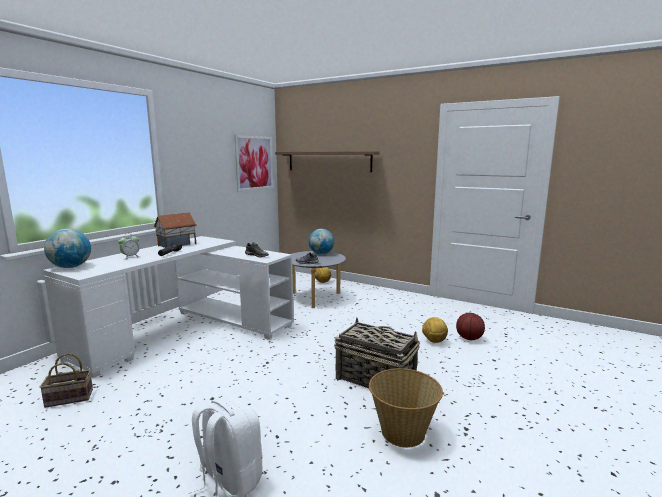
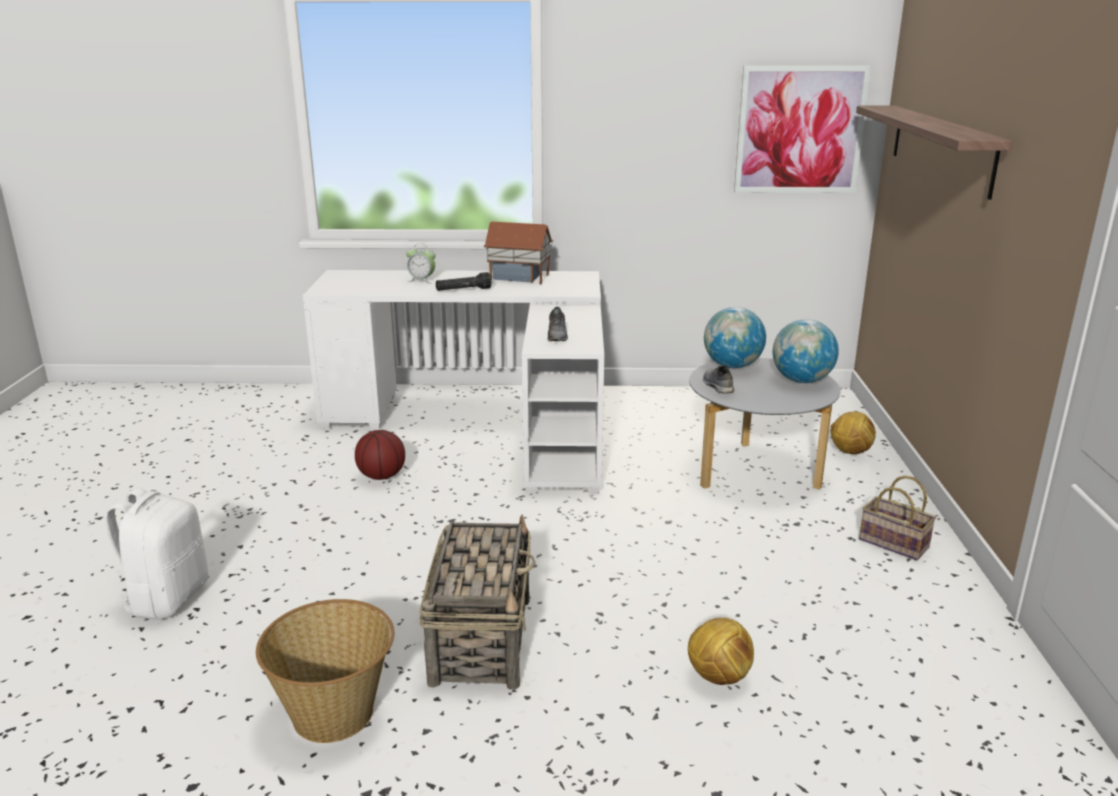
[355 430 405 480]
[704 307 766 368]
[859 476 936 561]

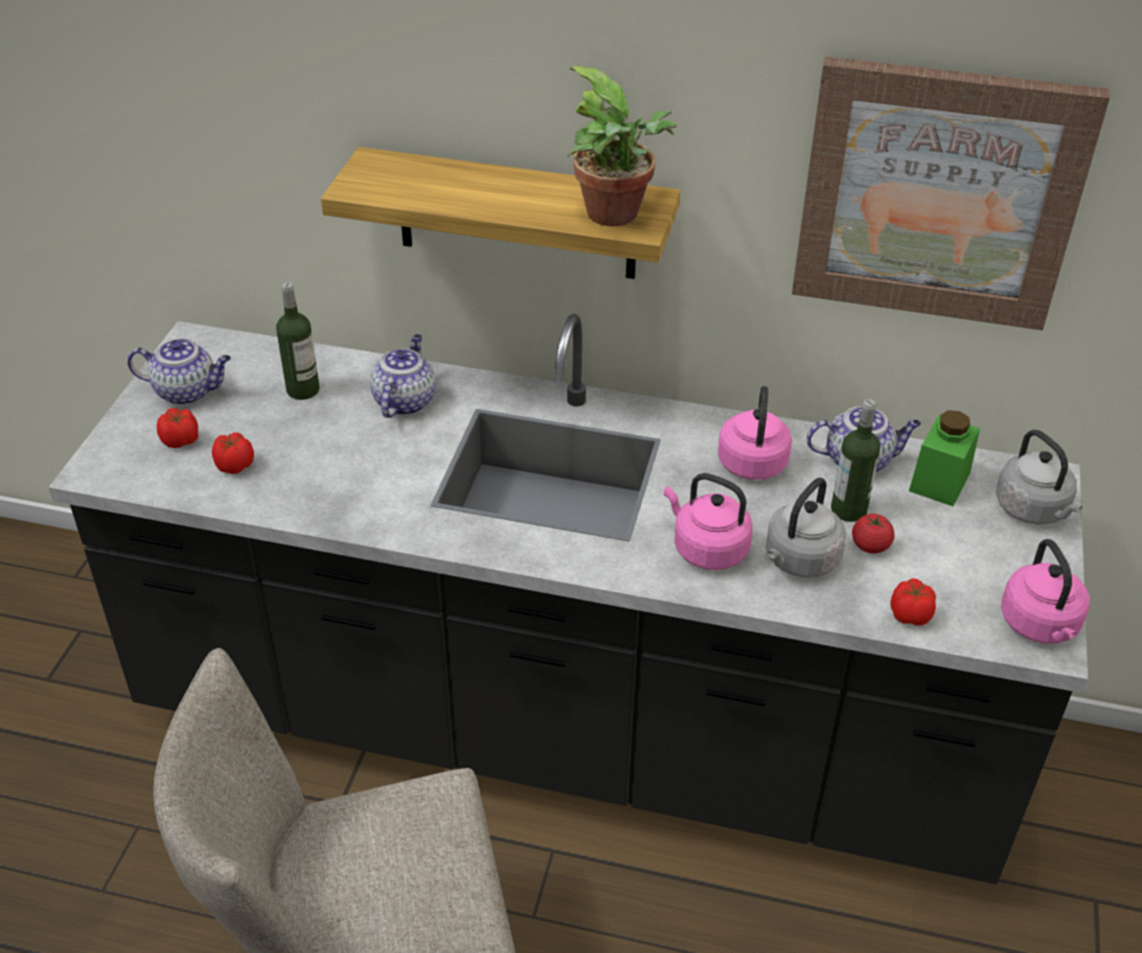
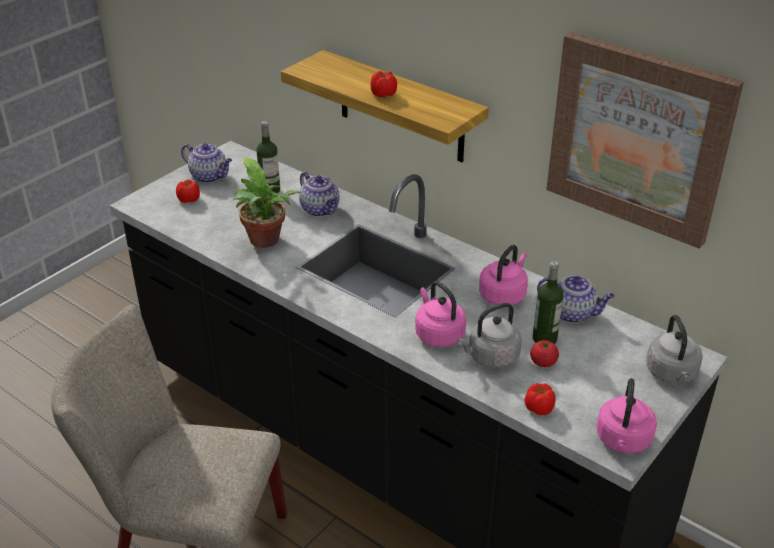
[233 157 301 248]
[299 172 340 217]
[371 71 397 97]
[909 410 980 506] (first image)

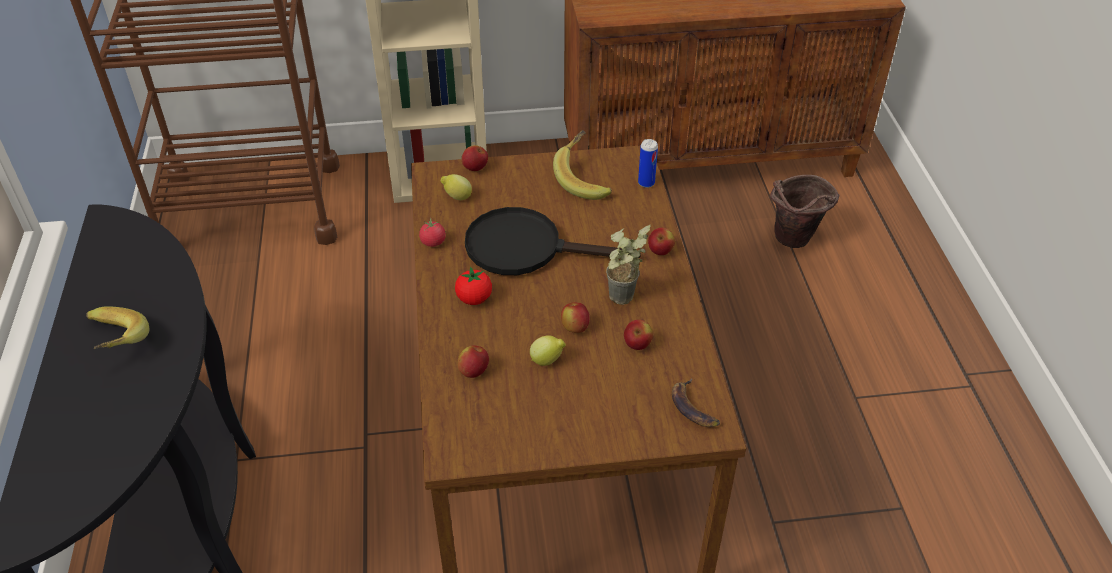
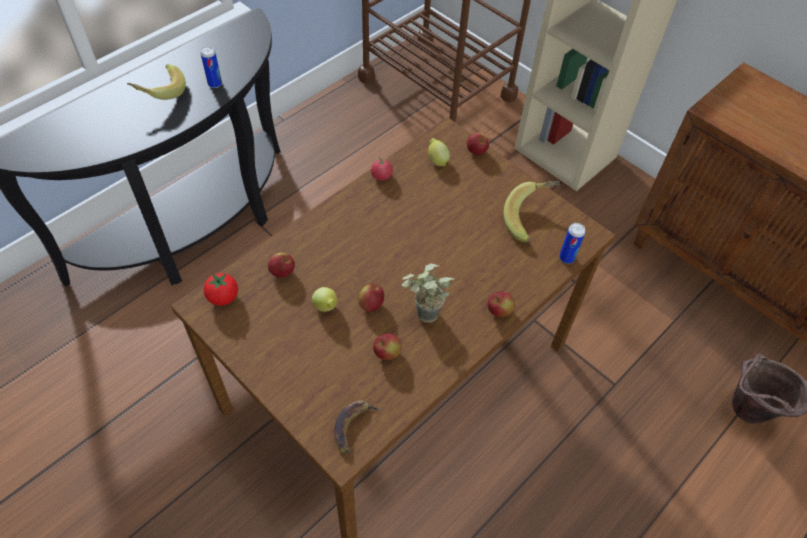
[201 47 222 88]
[204 273 238 306]
[465 207 641 275] (first image)

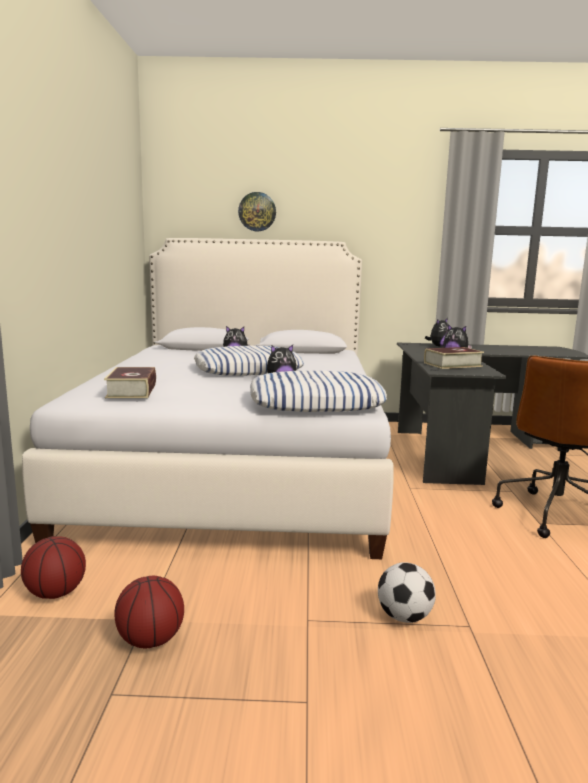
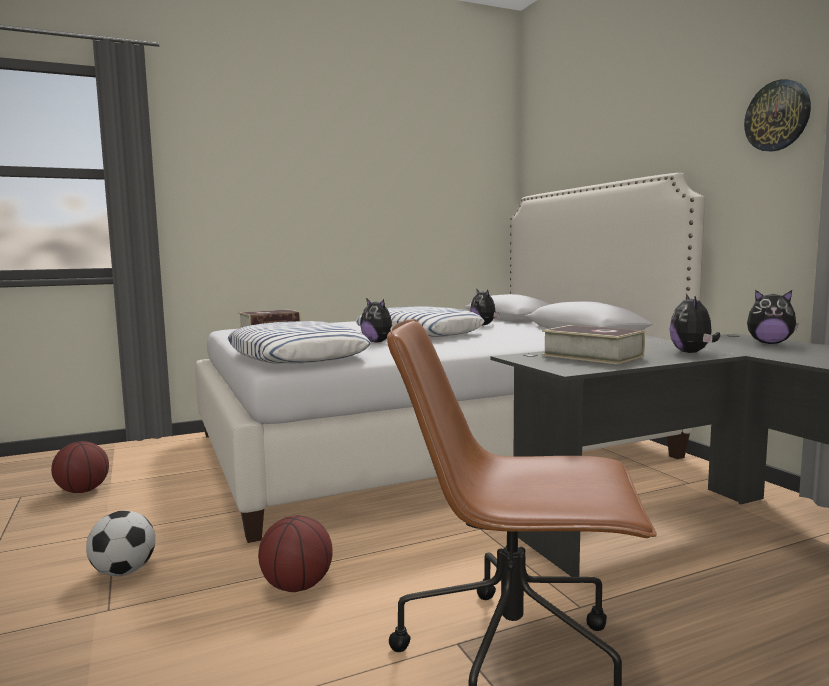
[258 515 333 592]
[744 79 811 152]

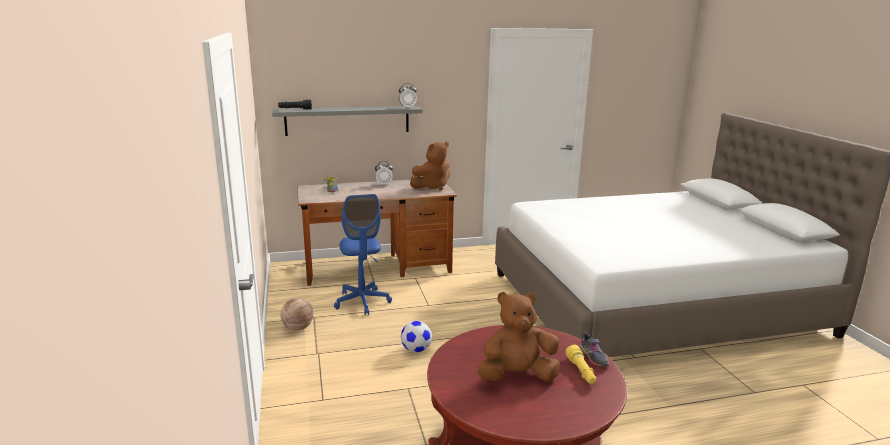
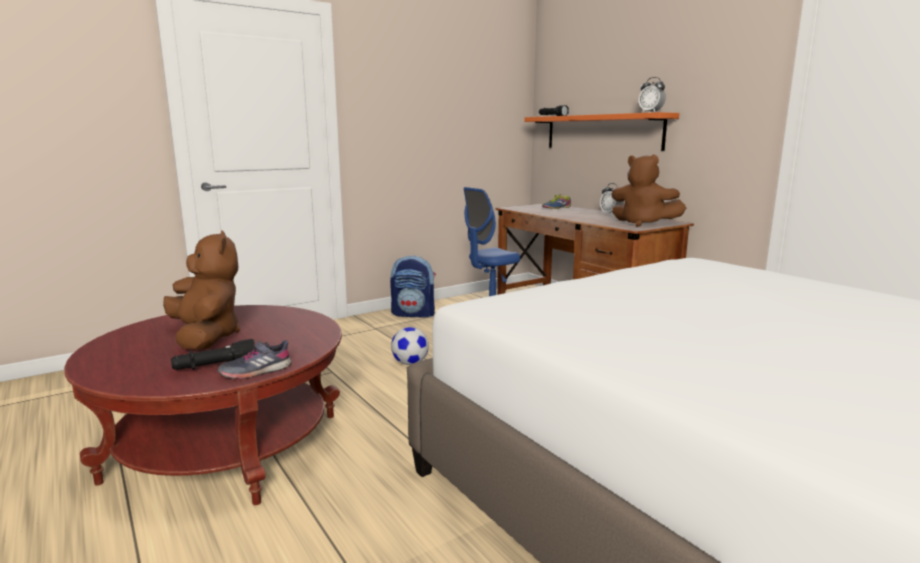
[171 339 255 370]
[390 256 436 318]
[524 112 679 151]

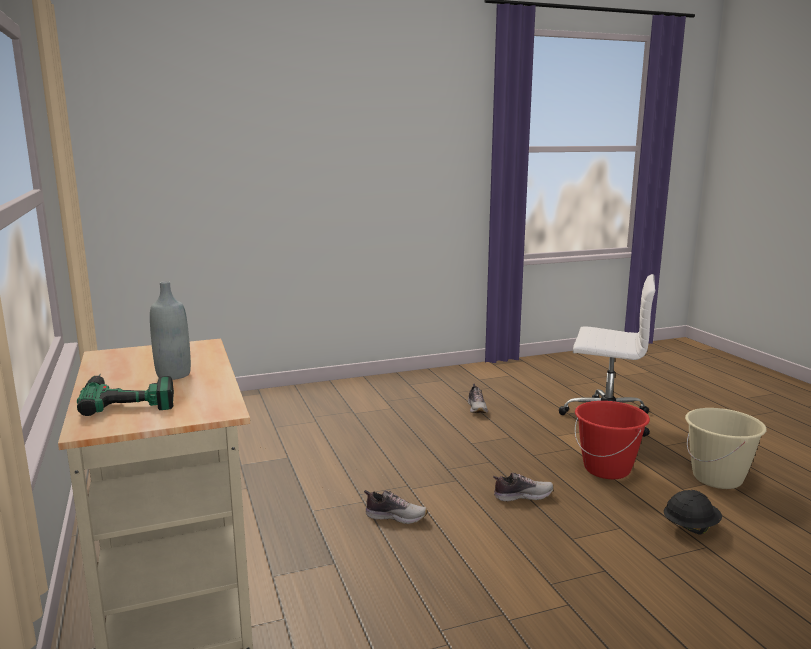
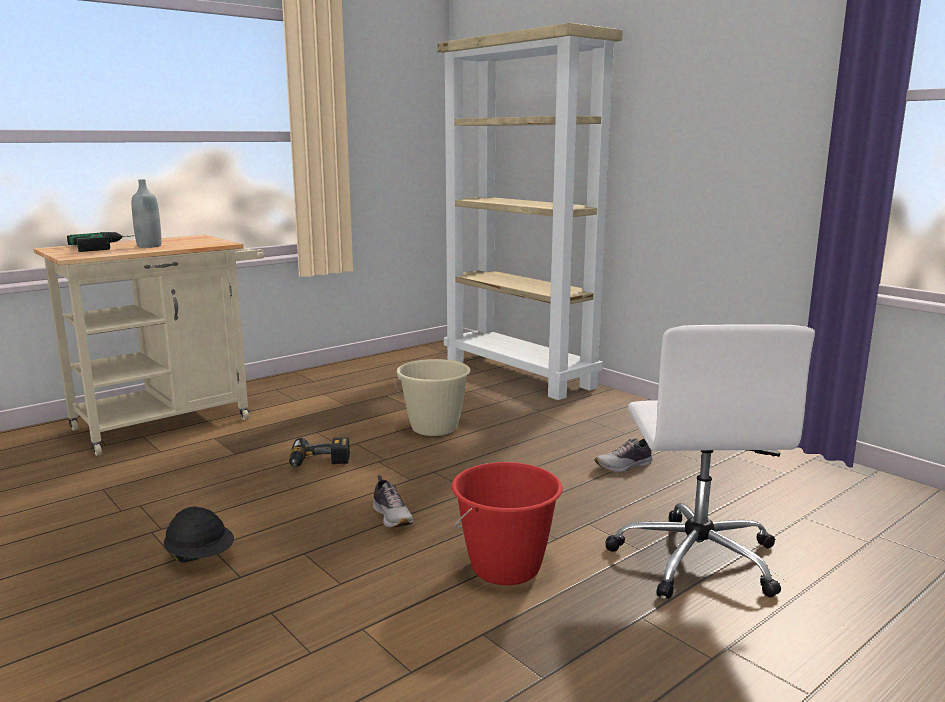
[164 506 234 563]
[289 437 350 467]
[395 359 471 436]
[437 23 623 400]

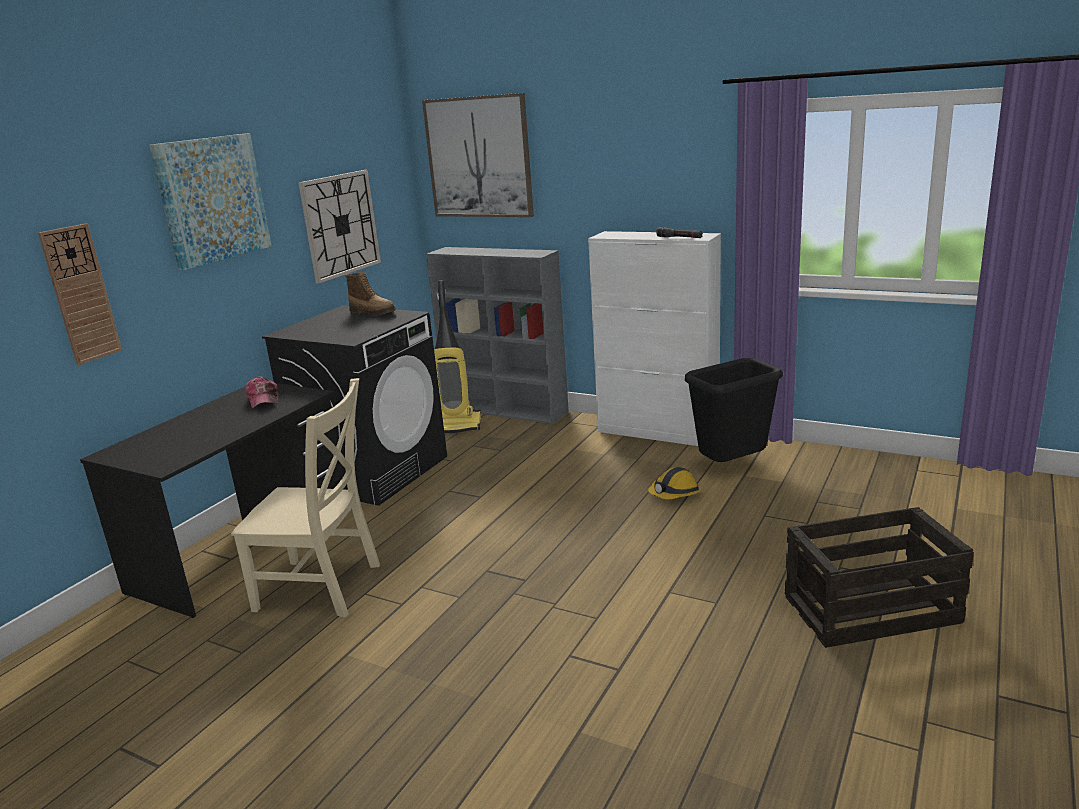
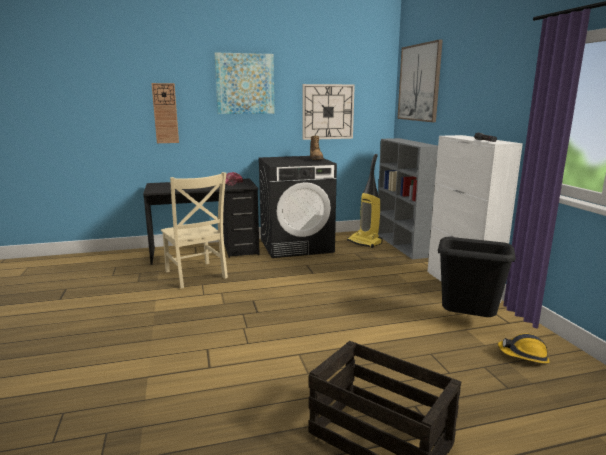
[498 333 550 364]

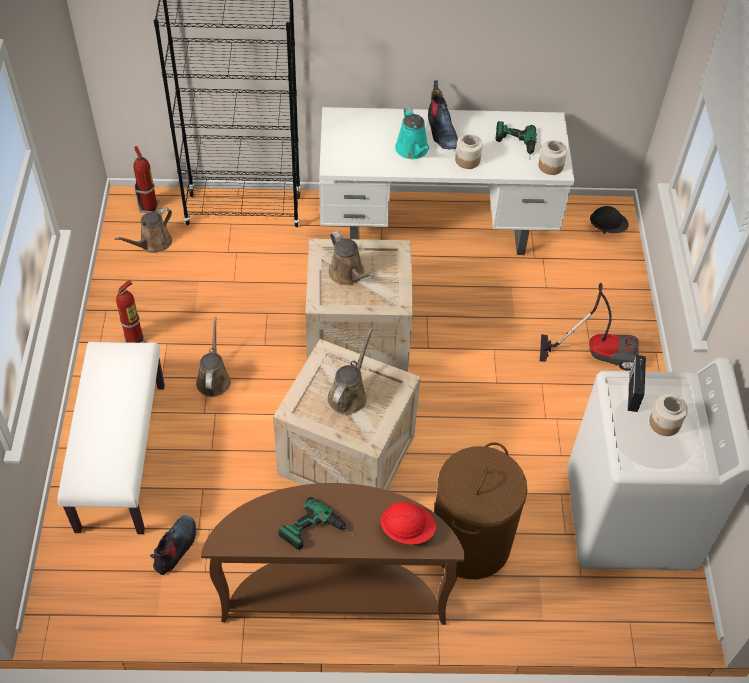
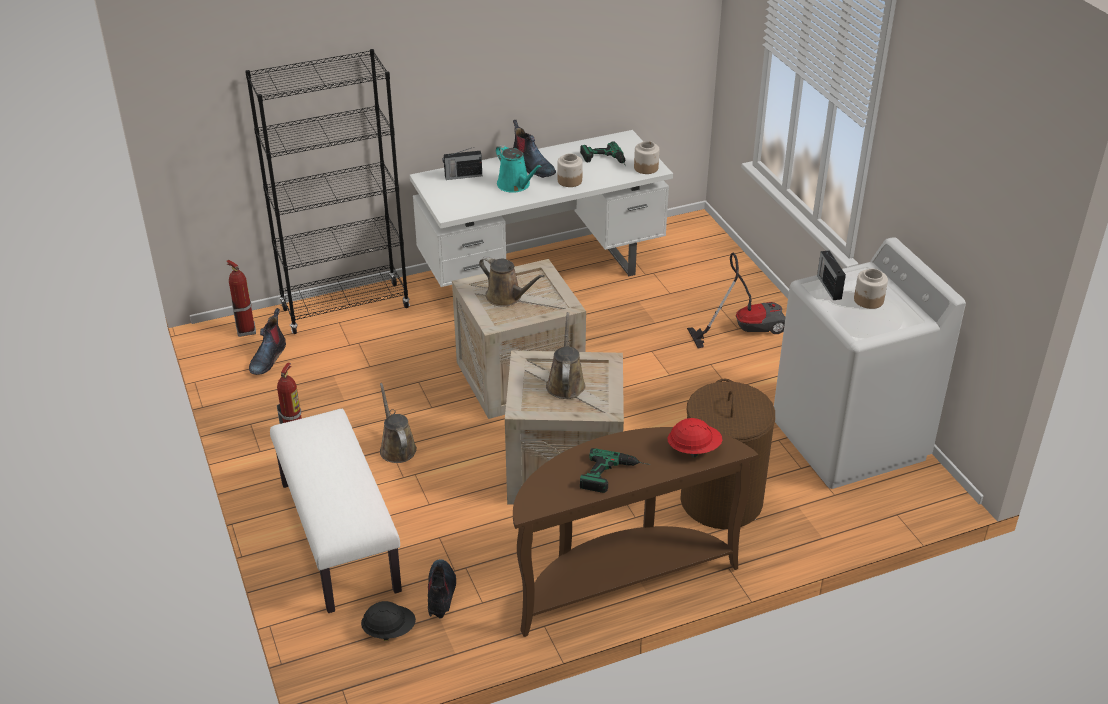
[249 308 286 375]
[361 601 416 641]
[442 147 482 180]

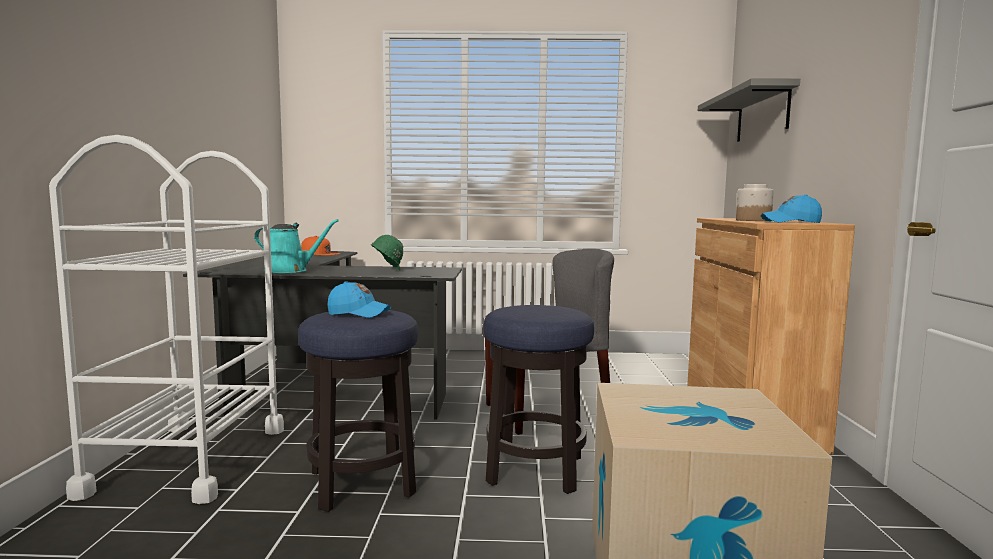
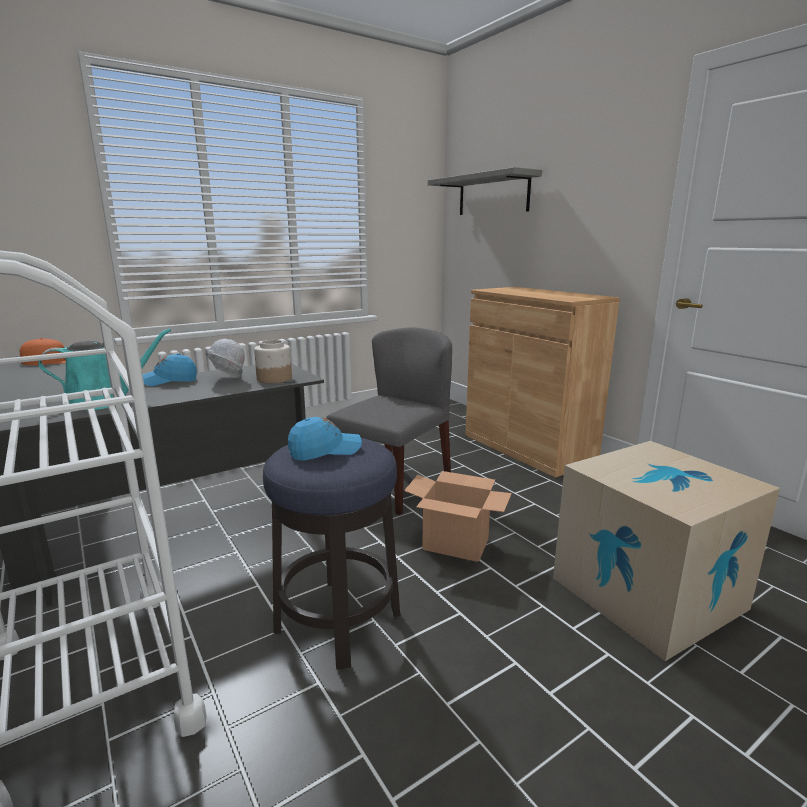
[143 353 197 386]
[205 339 245 377]
[254 340 292 383]
[404 471 512 562]

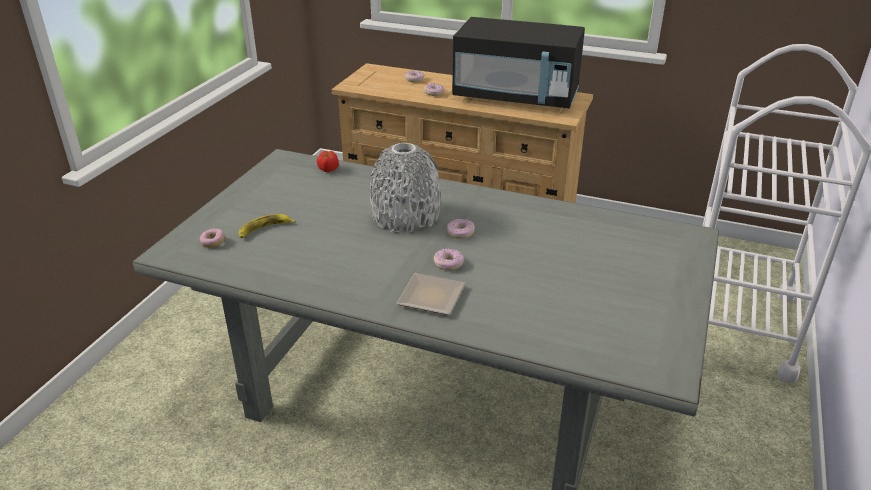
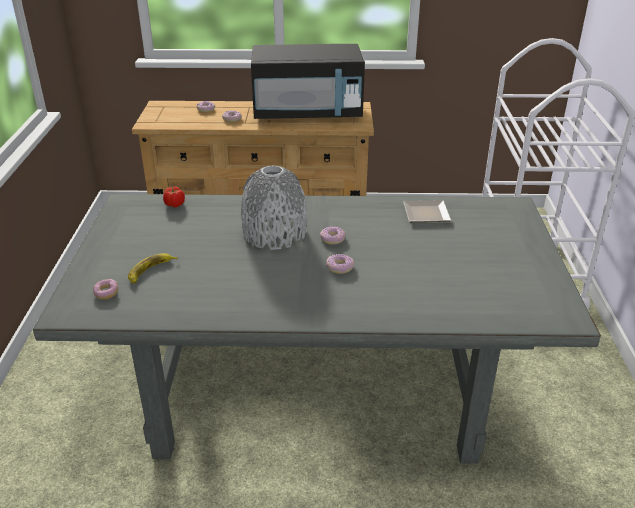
[403 200 452 222]

